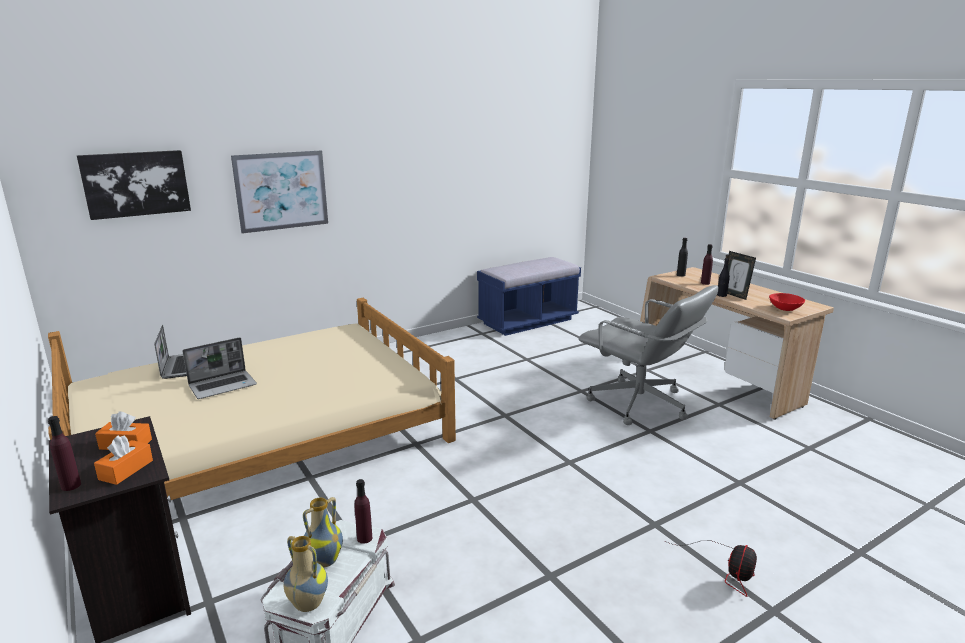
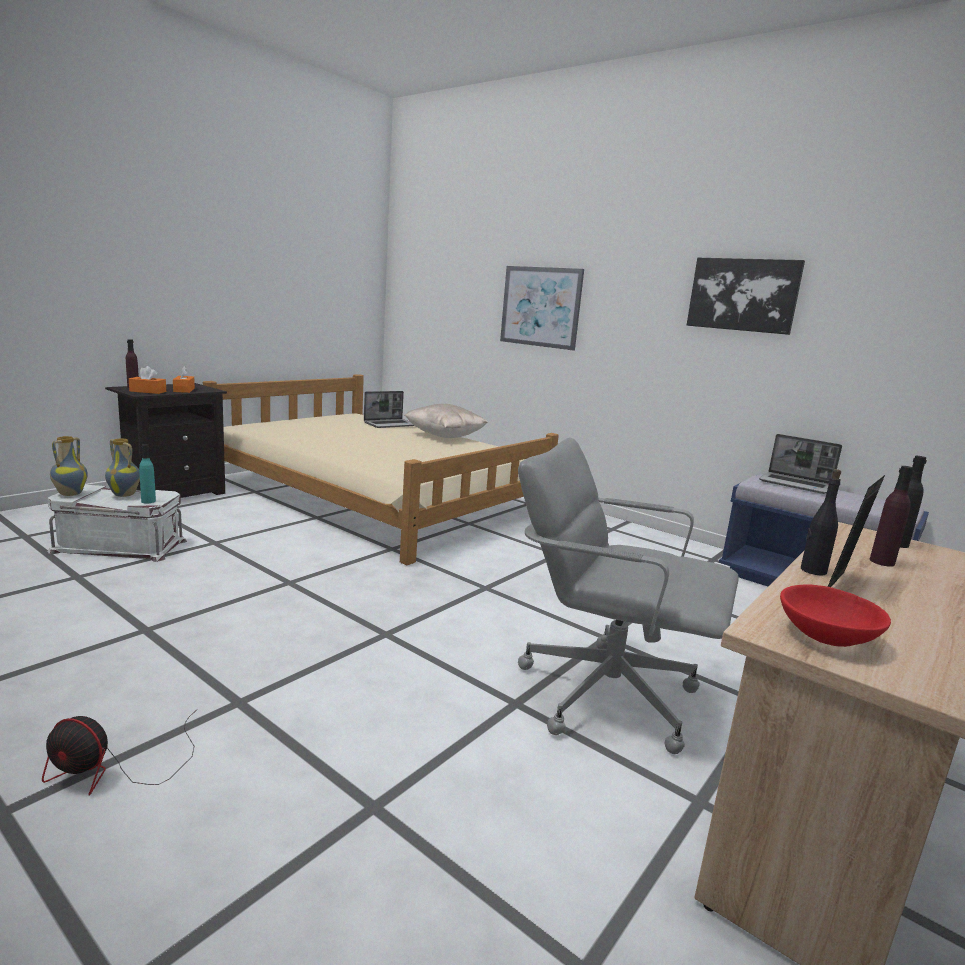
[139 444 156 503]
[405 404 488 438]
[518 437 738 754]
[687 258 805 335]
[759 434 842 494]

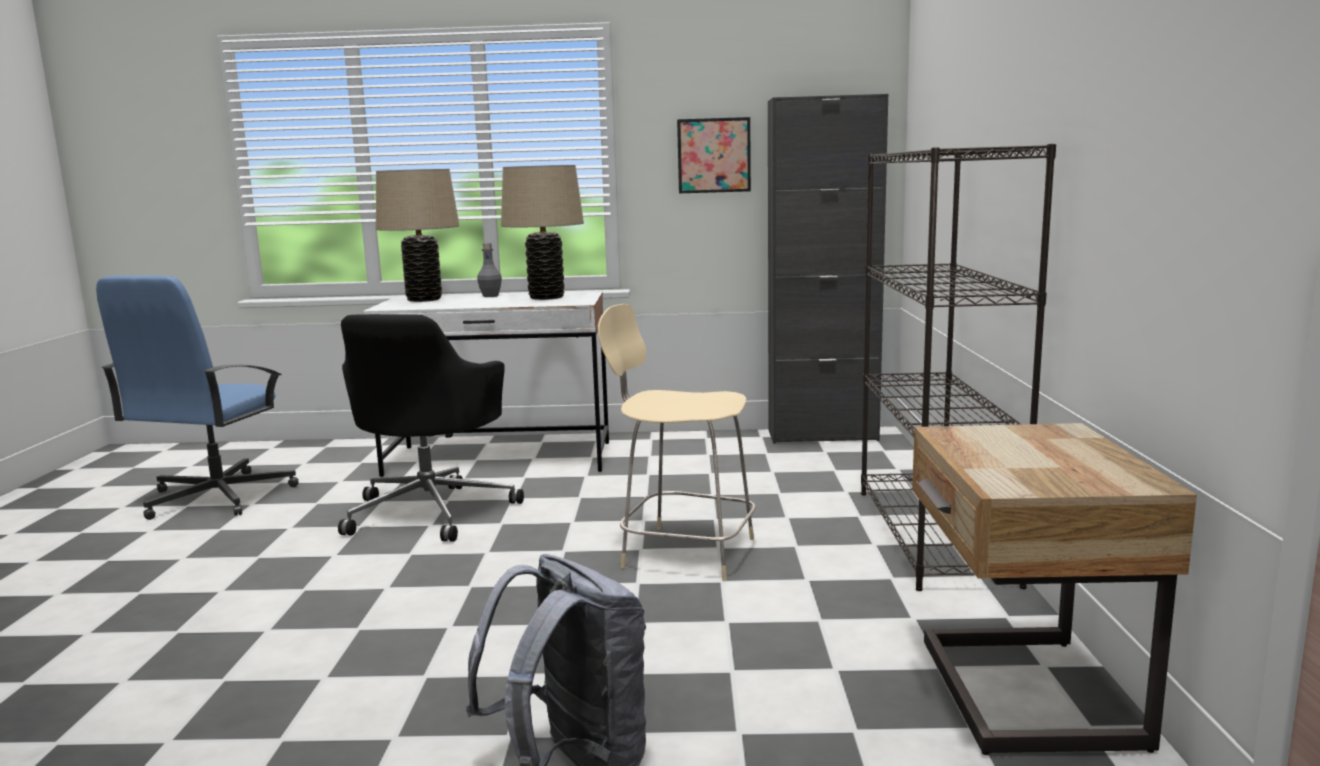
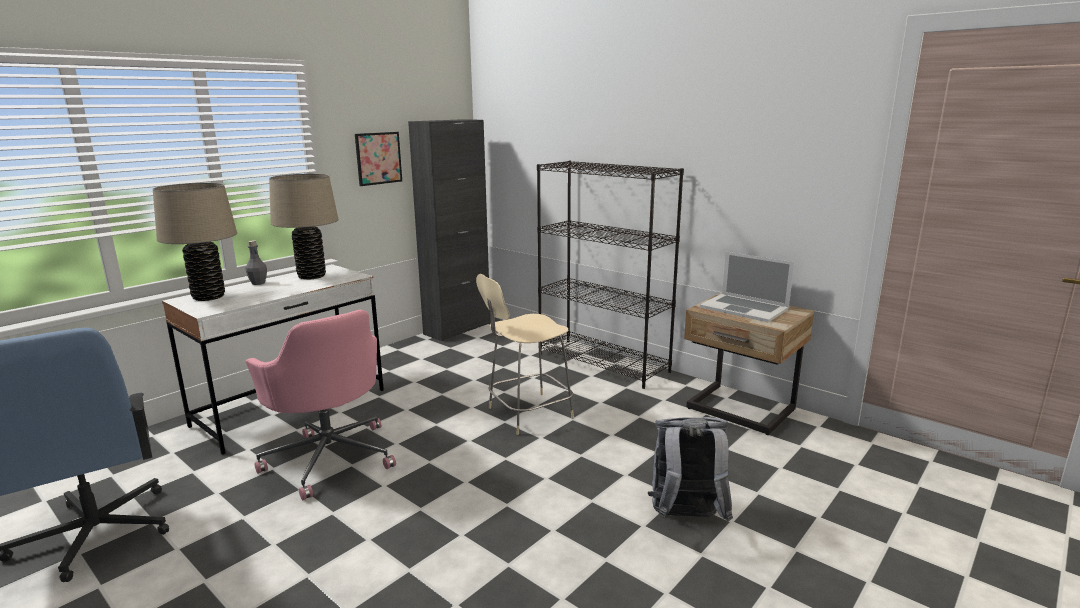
[245 310 396 500]
[700 252 794 322]

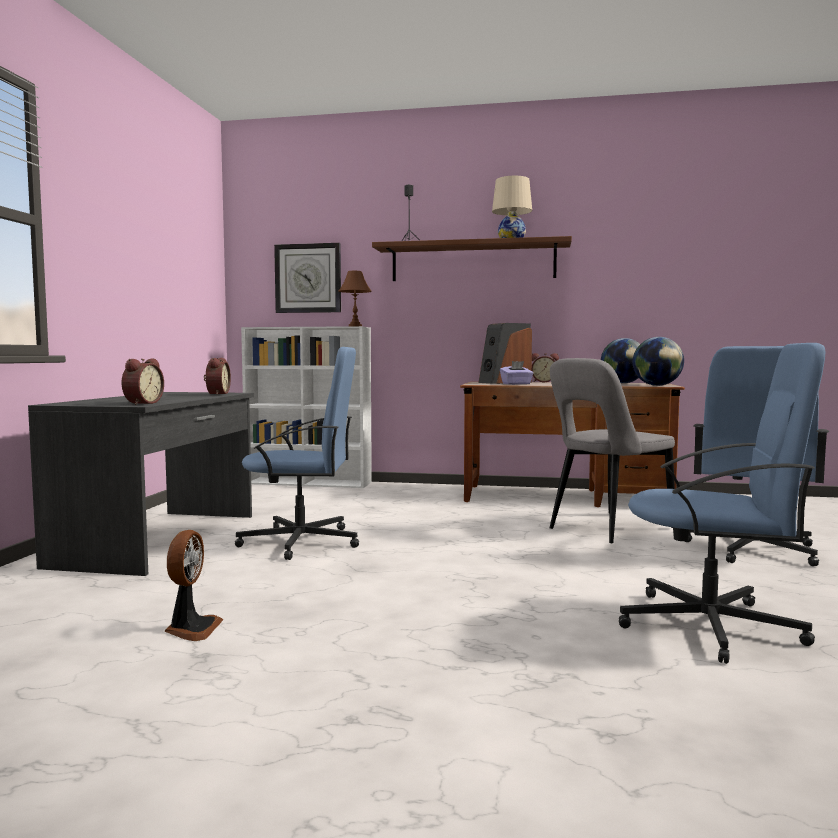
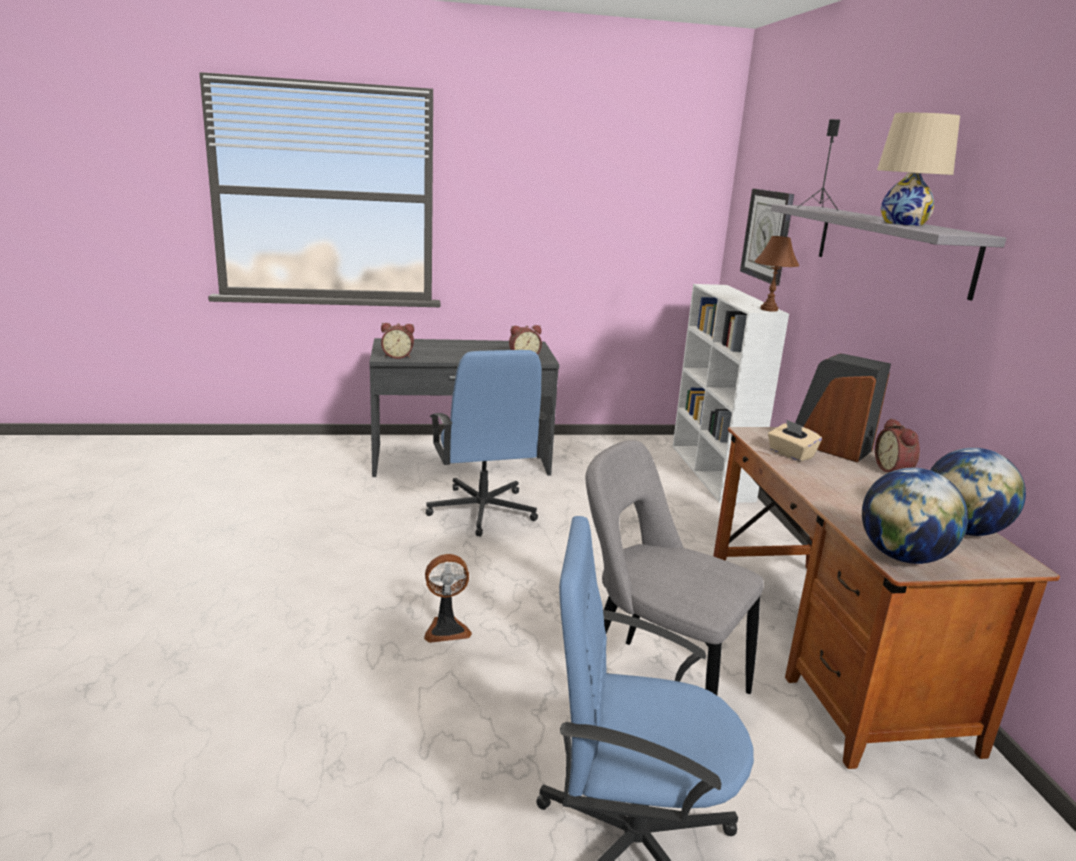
[424 554 472 643]
[768 419 822 462]
[771 204 1006 301]
[619 343 826 664] (first image)

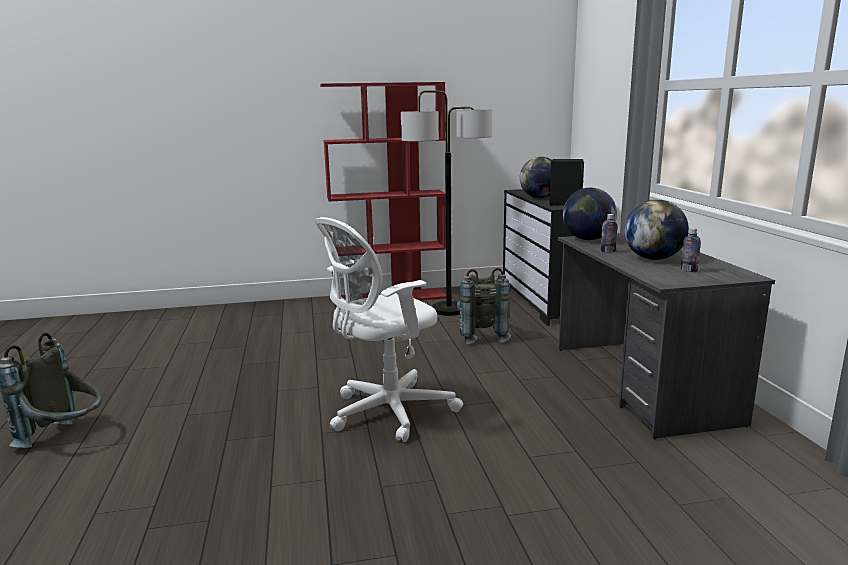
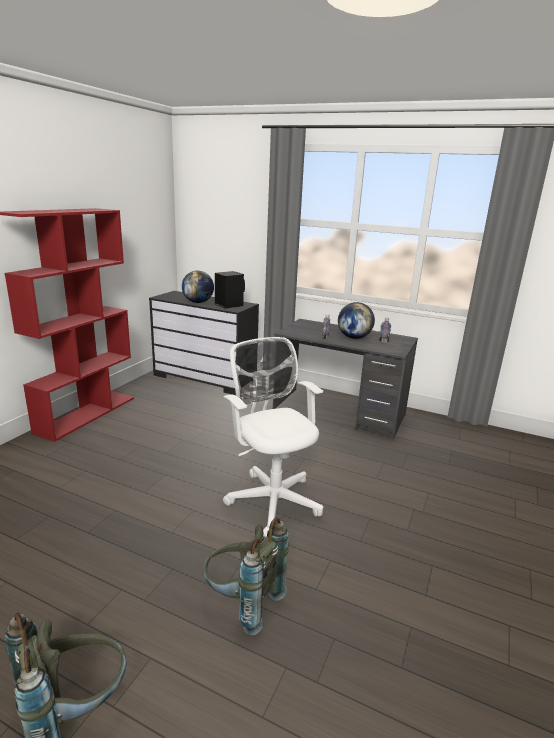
[203 517 289 635]
[223 337 323 537]
[401 90 492 316] (first image)
[563 188 617 240] (first image)

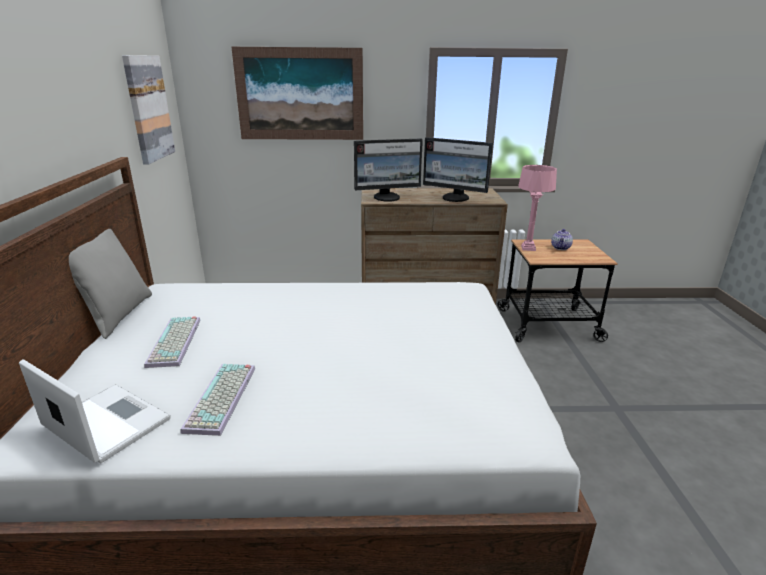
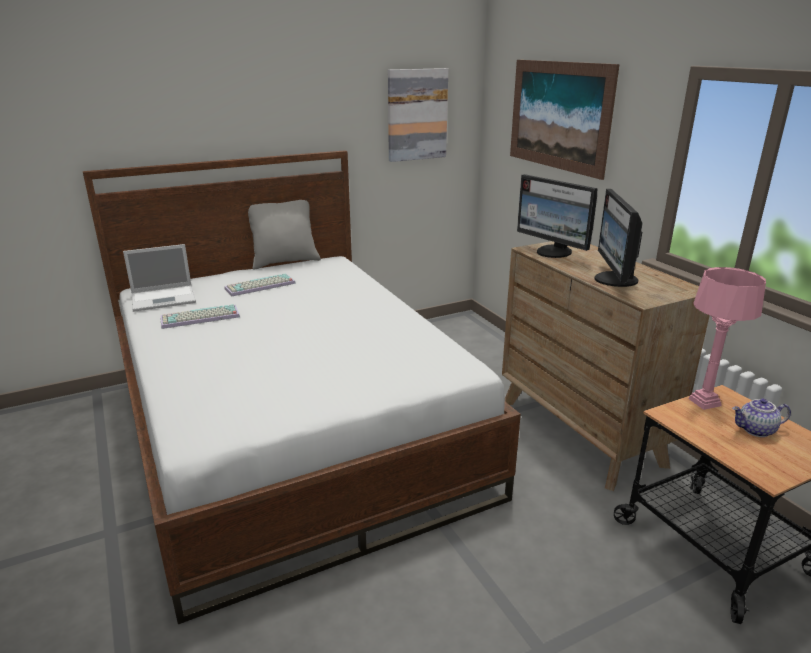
[123 244 196 312]

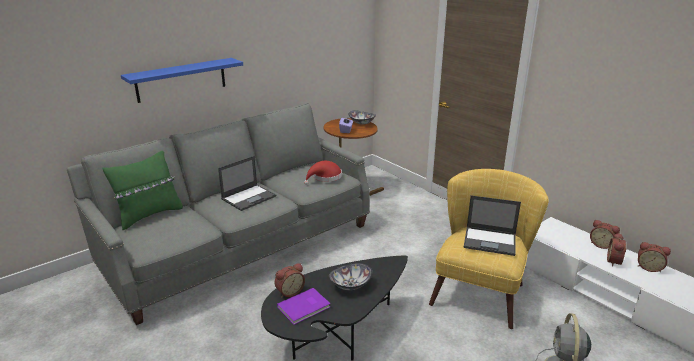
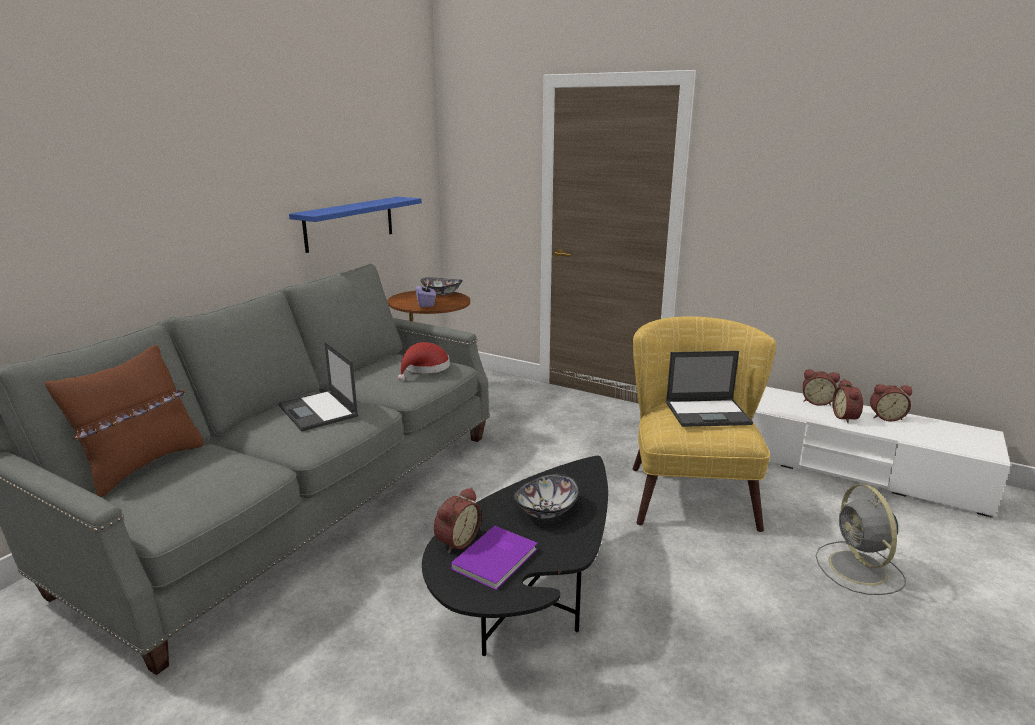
[44 345 204 497]
[278 342 359 432]
[289 197 422 253]

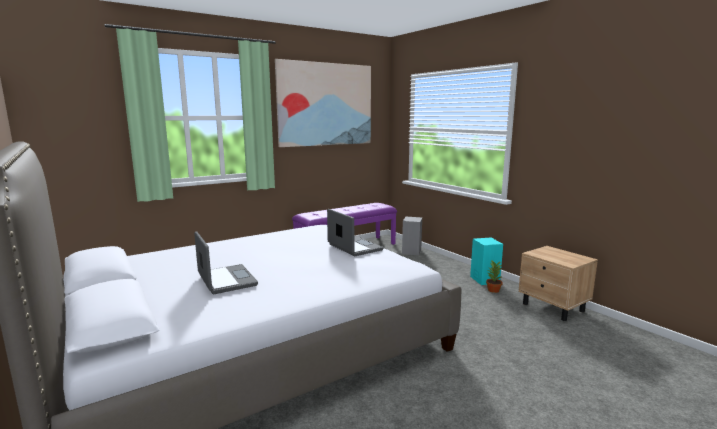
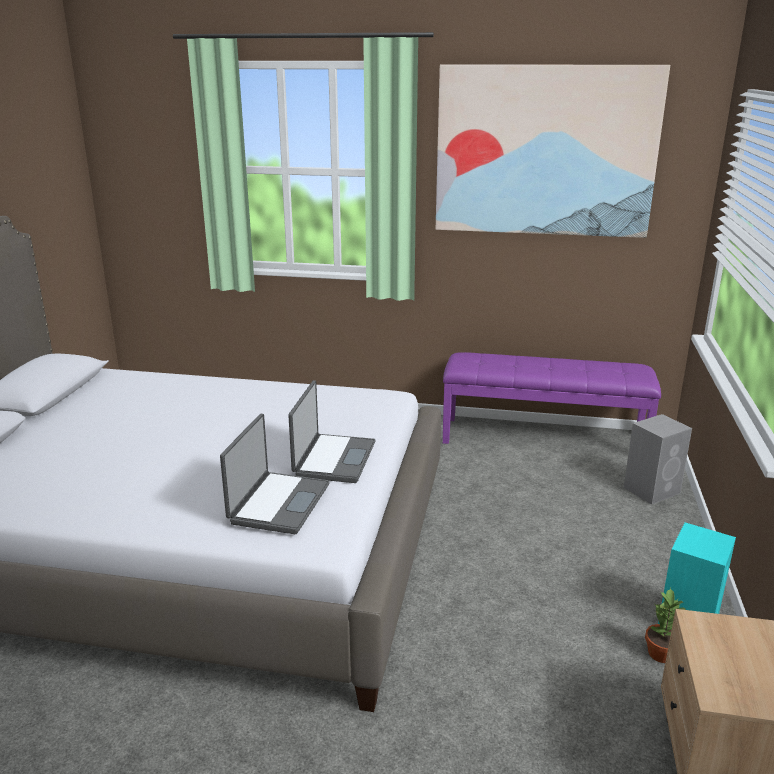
[220 414 329 534]

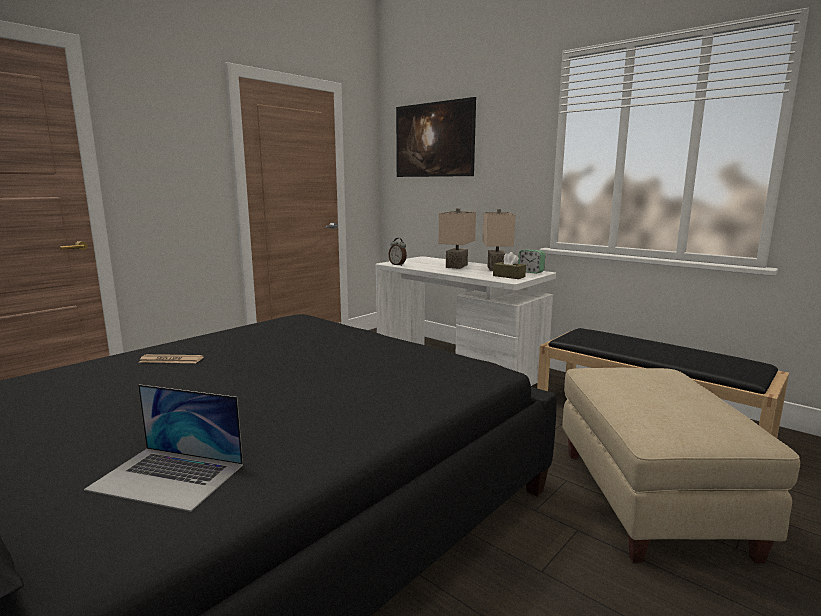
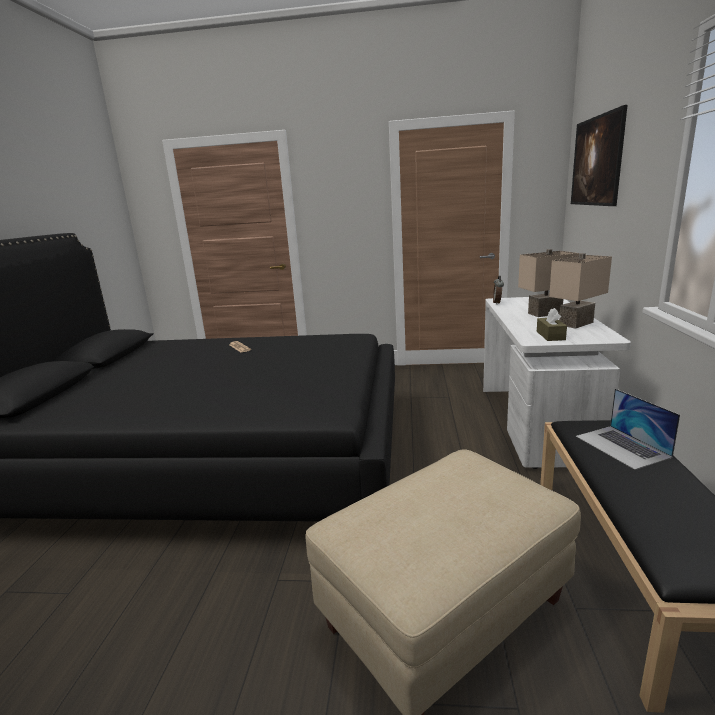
[576 389 680 470]
[518 249 545 274] (first image)

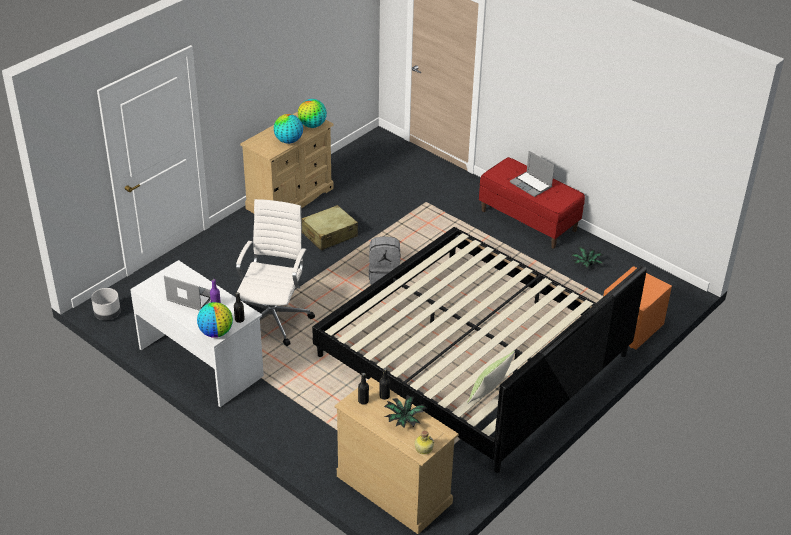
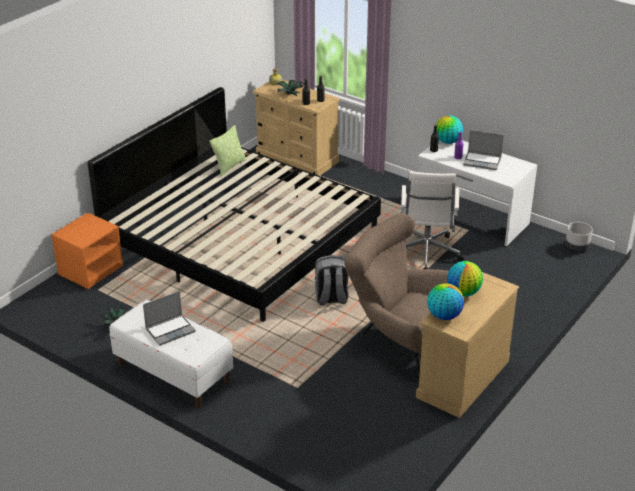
[109 299 233 408]
[143 291 196 346]
[344 213 449 379]

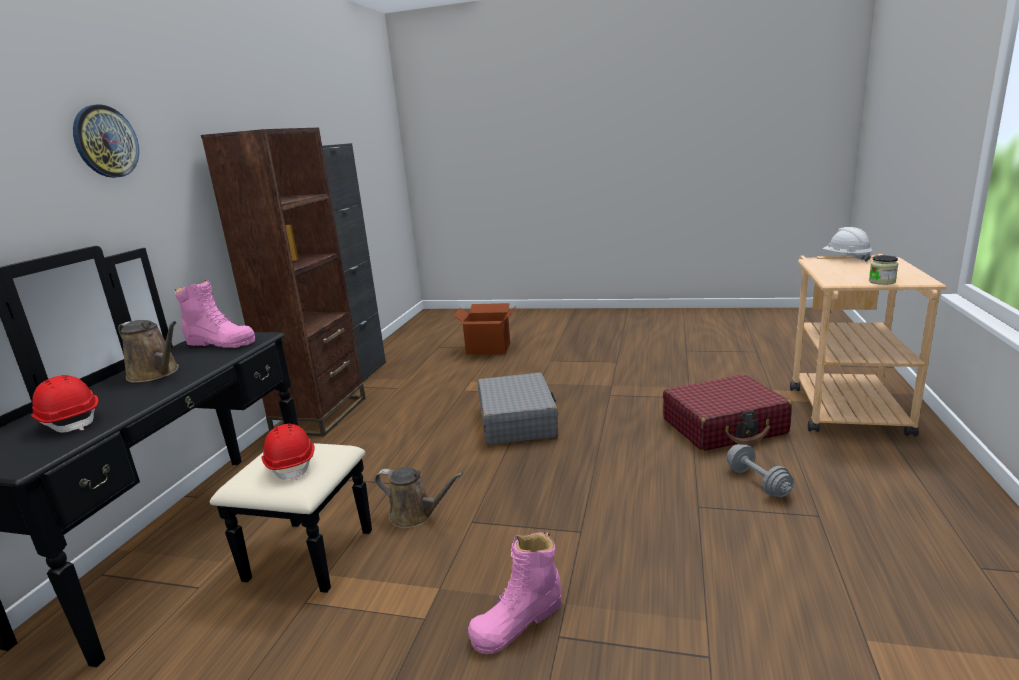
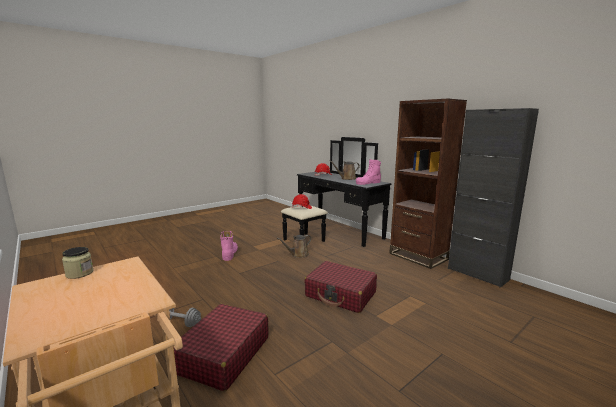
[304 261 377 313]
[73 105 139 178] (first image)
[453 303 516 355] (first image)
[822 227 873 262] (first image)

